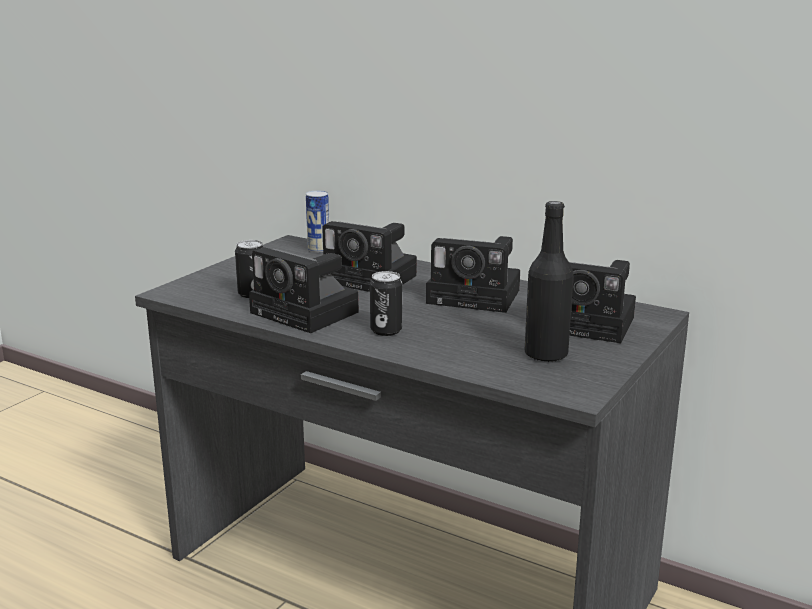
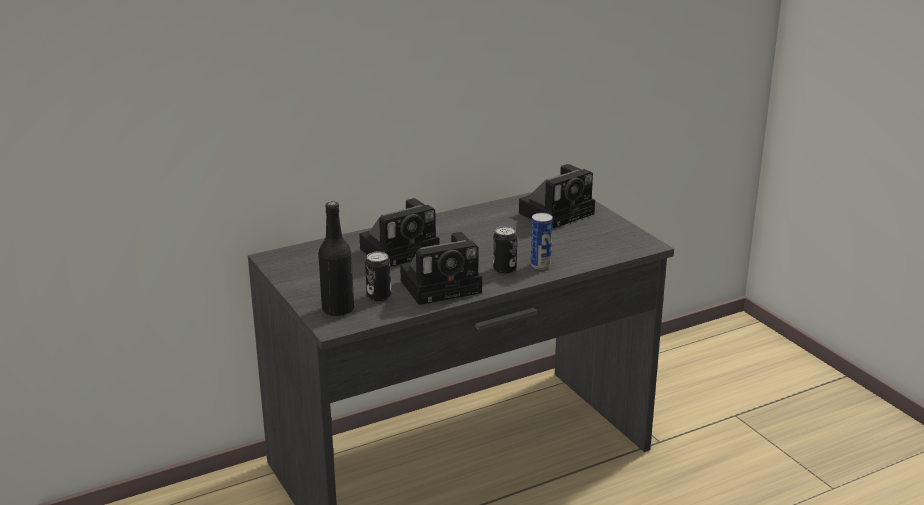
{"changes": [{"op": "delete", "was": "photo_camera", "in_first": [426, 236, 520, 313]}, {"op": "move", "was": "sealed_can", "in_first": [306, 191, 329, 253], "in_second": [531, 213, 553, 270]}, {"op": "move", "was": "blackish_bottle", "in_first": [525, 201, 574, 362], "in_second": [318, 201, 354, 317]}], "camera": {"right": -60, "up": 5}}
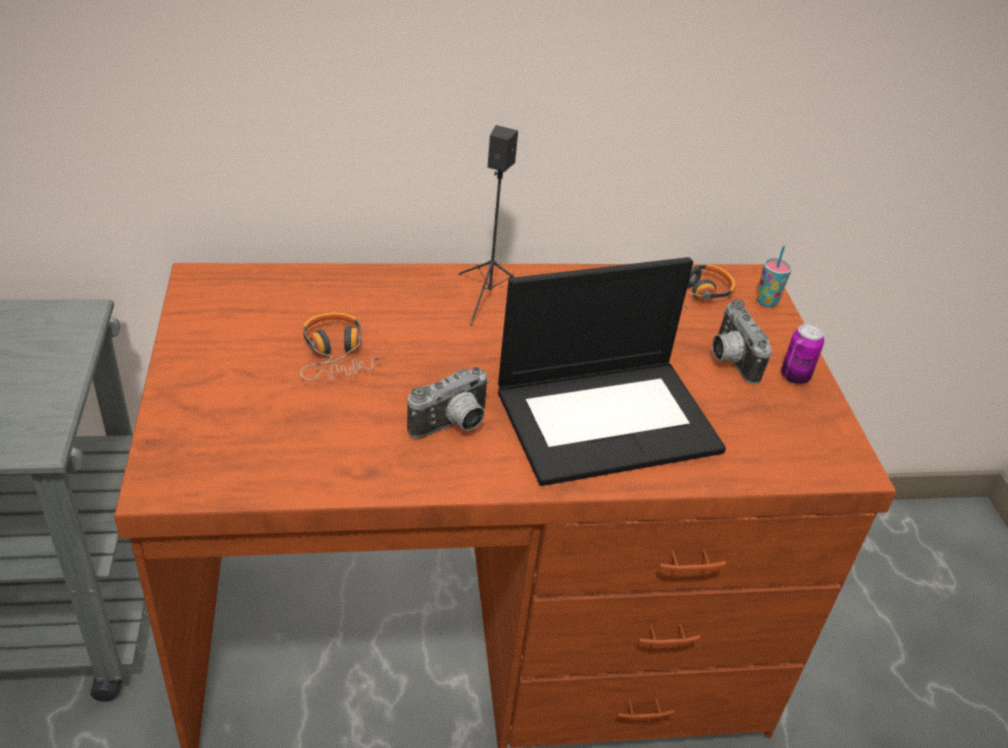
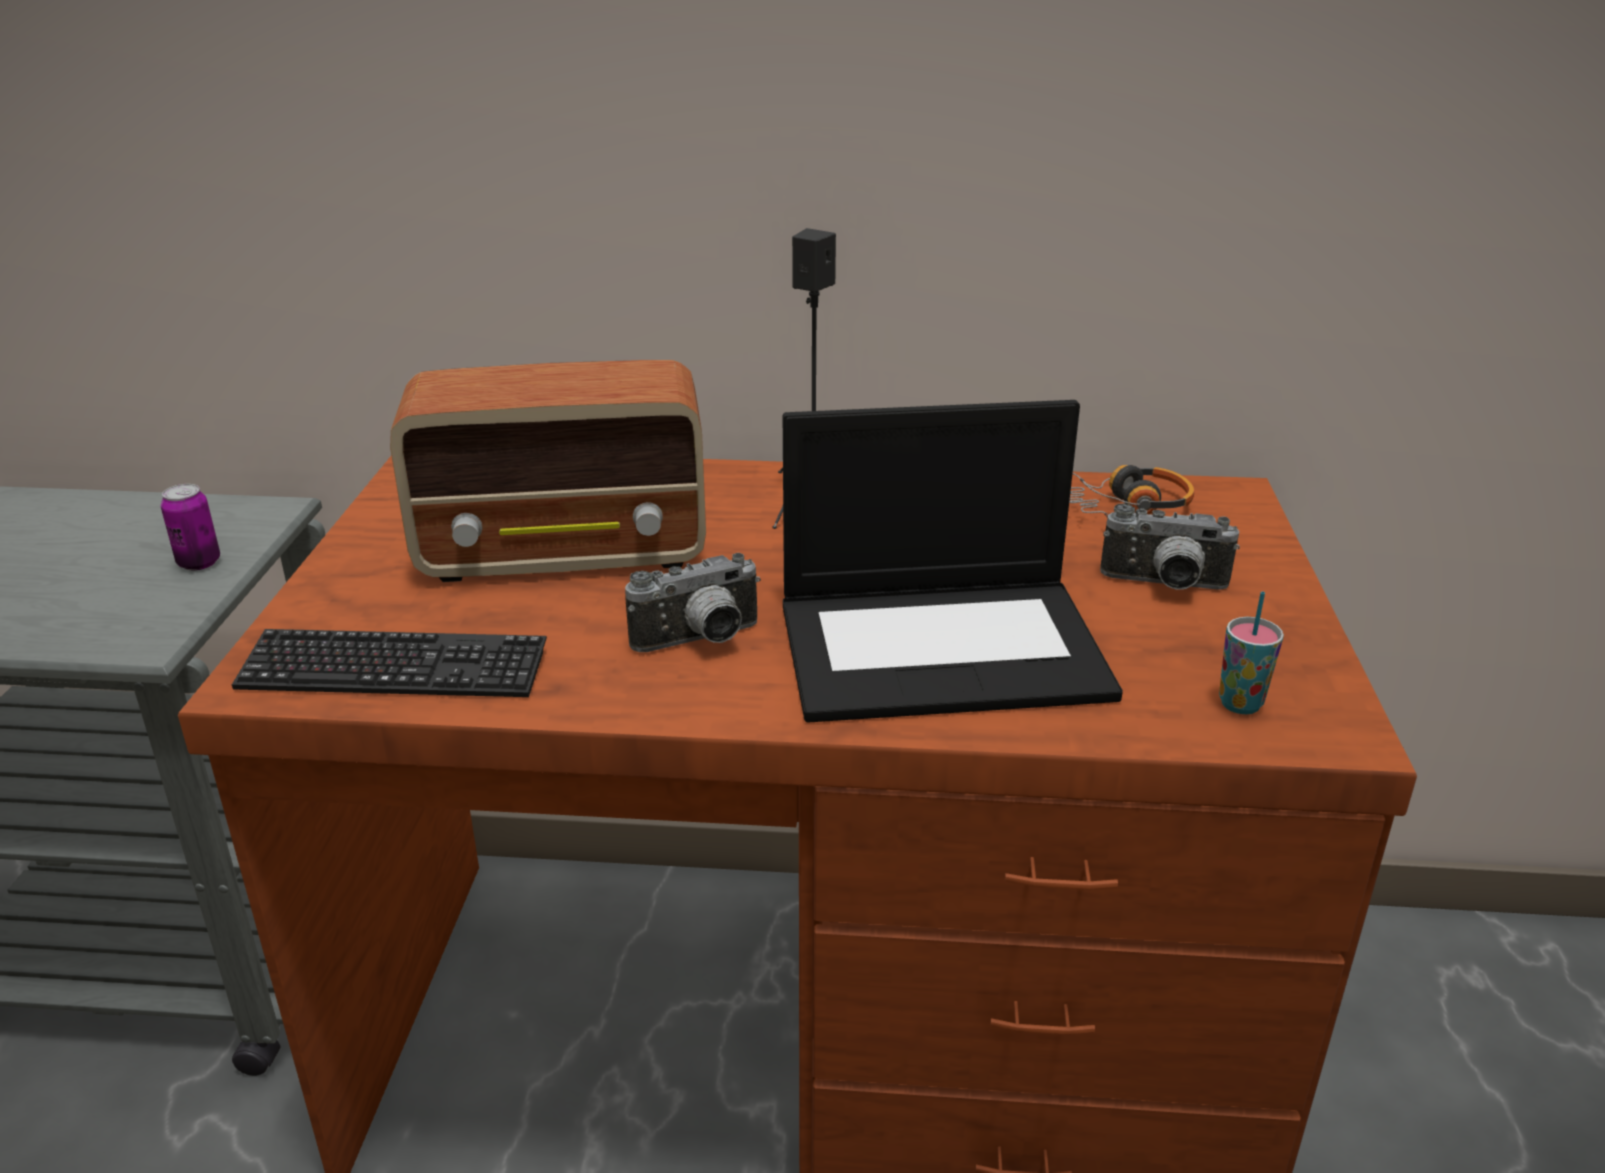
{"changes": [{"op": "insert", "now": "PC_keyboard", "in_second": [232, 629, 547, 697]}, {"op": "move", "was": "drinking_cup", "in_first": [757, 246, 792, 307], "in_second": [1219, 592, 1284, 714]}, {"op": "move", "was": "sealed_can", "in_first": [781, 324, 824, 384], "in_second": [161, 484, 220, 570]}, {"op": "replace", "was": "pair_of_headphones", "now": "radio_receiver", "in_first": [300, 312, 385, 380], "in_second": [390, 360, 706, 582]}, {"op": "rotate", "was": "photo_camera", "in_first": [712, 299, 772, 384], "in_second": [1100, 504, 1240, 590], "clockwise": -75}], "camera": {"right": 15, "up": -10}}
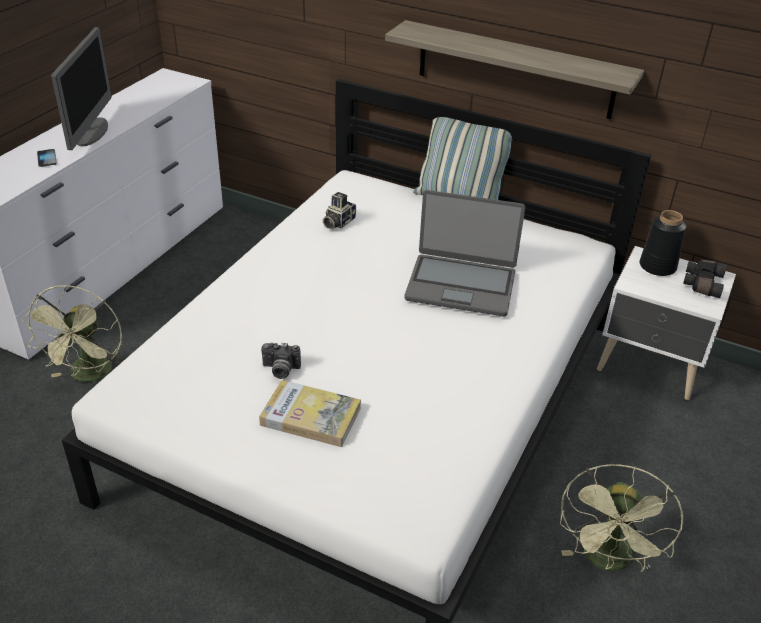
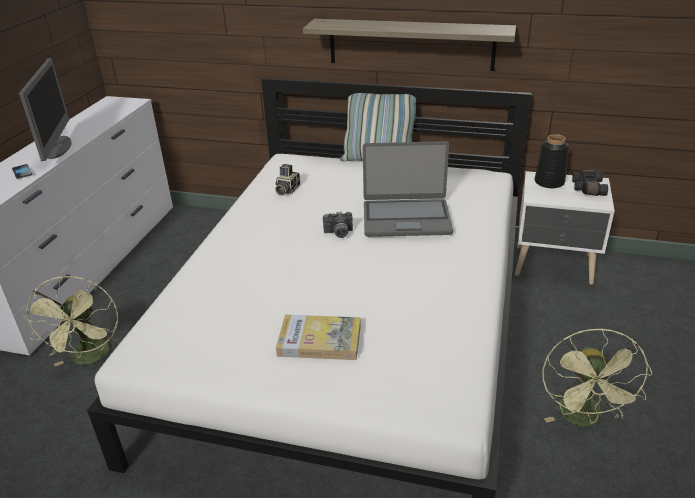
{"changes": [{"op": "move", "was": "photo_camera", "in_first": [261, 343, 301, 379], "in_second": [323, 212, 353, 238]}], "camera": {"right": -10, "up": -5}}
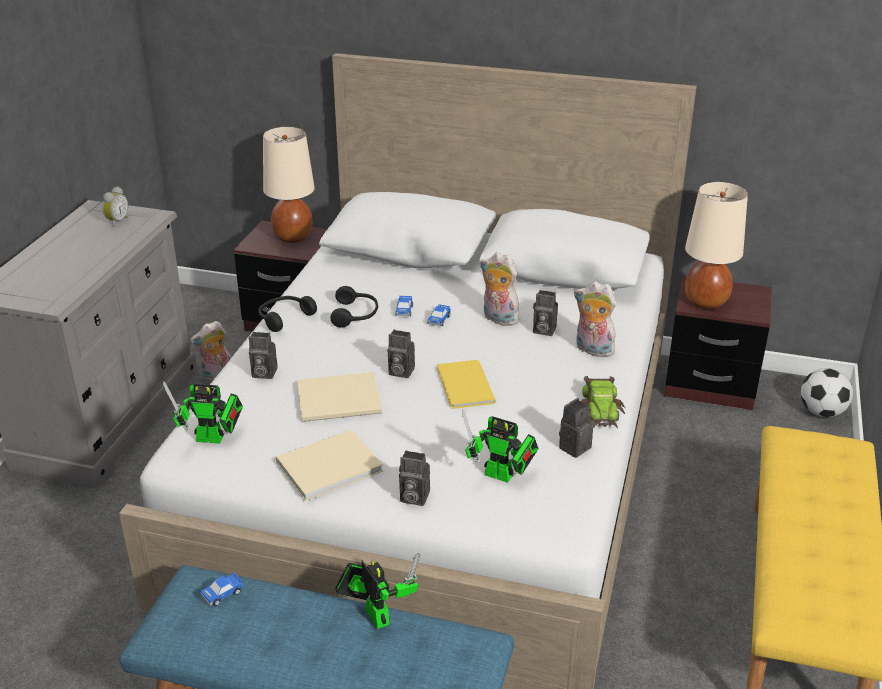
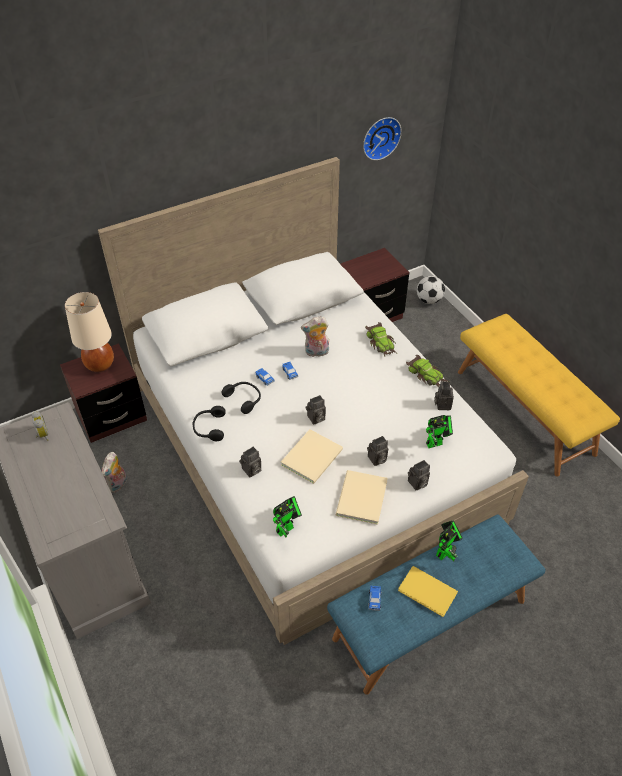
{"changes": [{"op": "delete", "was": "sand-coloured_tabletop_lamp", "in_first": [685, 182, 748, 309]}, {"op": "insert", "now": "wall_clock", "in_second": [363, 117, 402, 160]}, {"op": "move", "was": "yellow-coloured_volume", "in_first": [437, 360, 496, 409], "in_second": [398, 566, 458, 617]}, {"op": "move", "was": "photo_camera", "in_first": [533, 290, 558, 336], "in_second": [367, 436, 388, 466]}, {"op": "replace", "was": "cuddly_toy", "now": "model_car", "in_first": [574, 281, 616, 357], "in_second": [365, 322, 397, 356]}, {"op": "rotate", "was": "robot_figure", "in_first": [335, 553, 420, 629], "in_second": [436, 520, 463, 561], "clockwise": 120}], "camera": {"right": -45, "up": 15}}
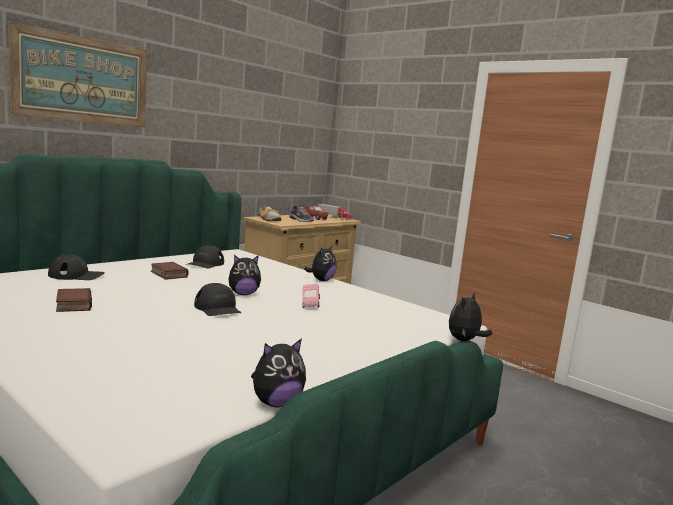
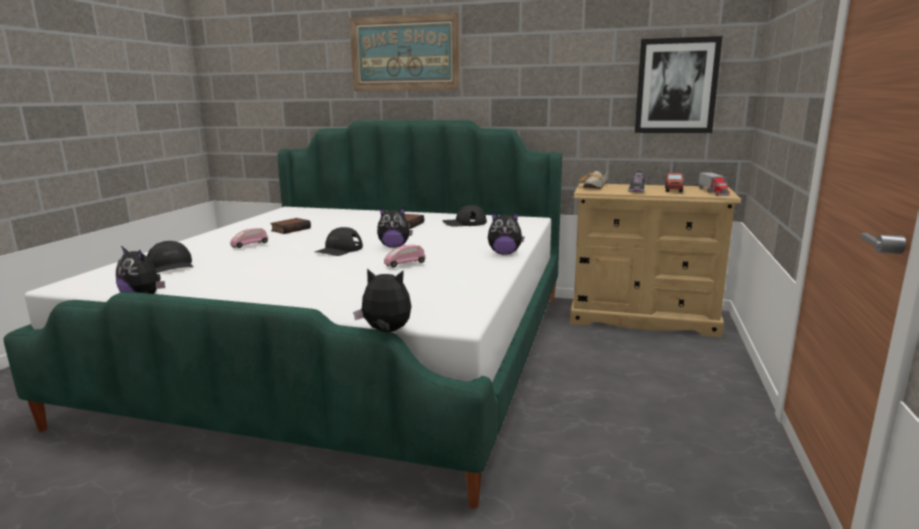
{"changes": [{"op": "insert", "now": "pinkish_model_car", "in_second": [230, 228, 268, 248]}, {"op": "insert", "now": "wall_picture", "in_second": [635, 36, 722, 133]}, {"op": "move", "was": "blackish_baseball_cap", "in_first": [48, 254, 105, 280], "in_second": [147, 241, 193, 273]}, {"op": "rotate", "was": "cuddly_toy", "in_first": [228, 255, 261, 295], "in_second": [377, 207, 413, 248], "clockwise": -45}], "camera": {"right": 65, "up": 5}}
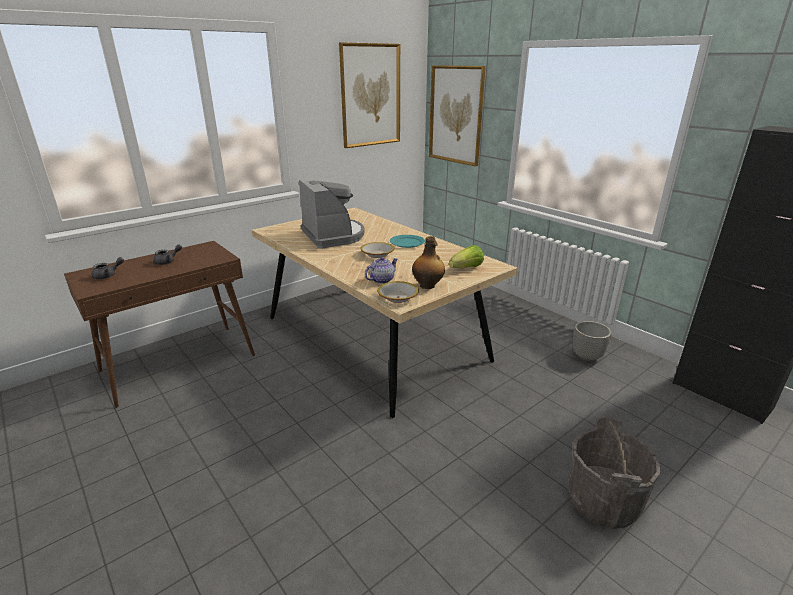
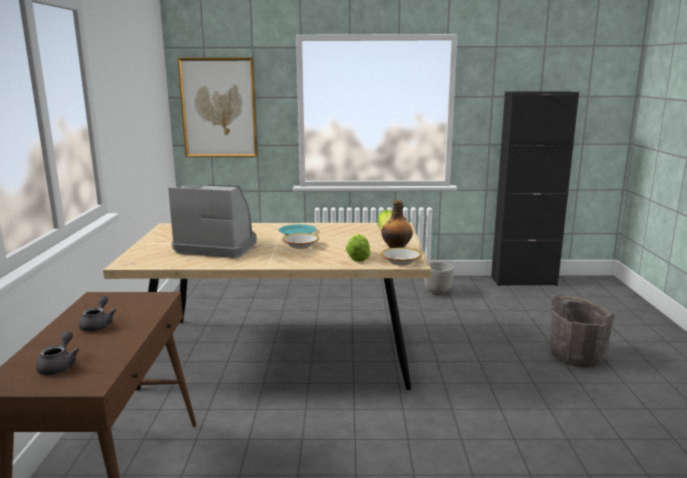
{"changes": [{"op": "delete", "was": "wall_picture", "in_first": [339, 42, 400, 148]}, {"op": "replace", "was": "teapot", "now": "lettuce", "in_first": [365, 257, 398, 284], "in_second": [346, 234, 370, 262]}], "camera": {"right": -50, "up": -10}}
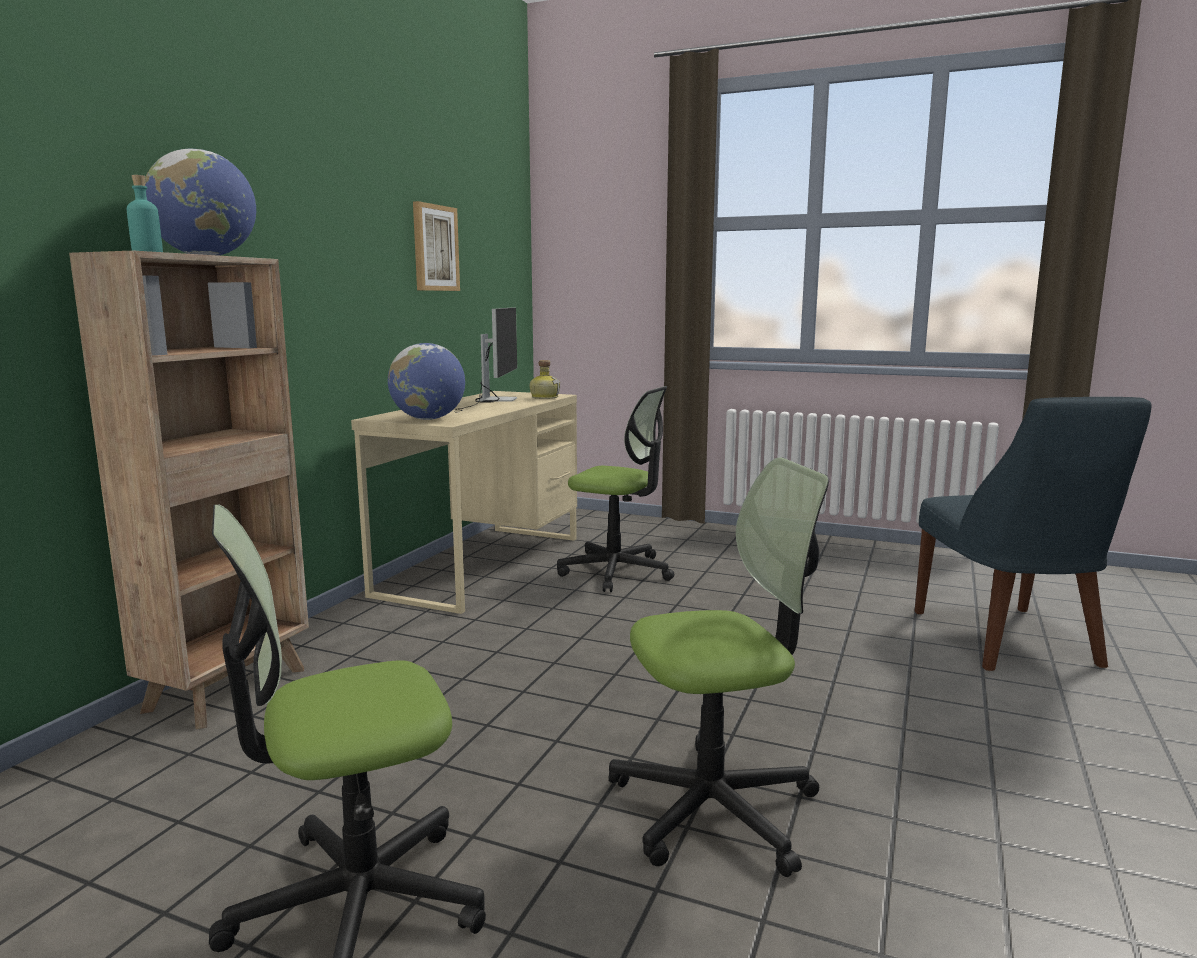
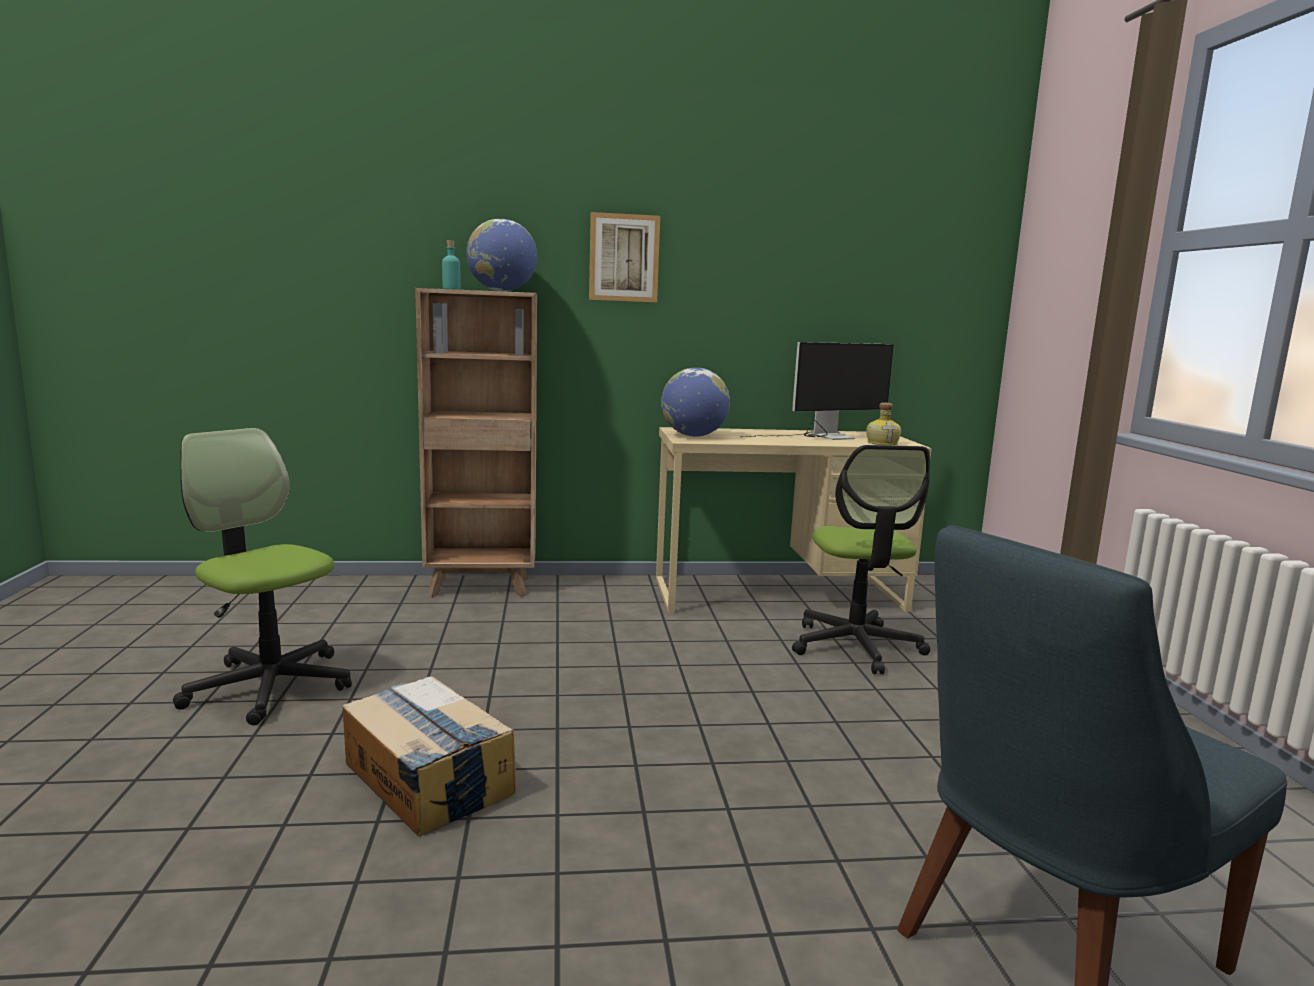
{"changes": [{"op": "move", "was": "wall_picture", "in_first": [413, 201, 460, 291], "in_second": [589, 212, 660, 302]}, {"op": "replace", "was": "desk_chair", "now": "cardboard_box", "in_first": [609, 457, 829, 877], "in_second": [343, 676, 516, 837]}], "camera": {"right": 60, "up": 0}}
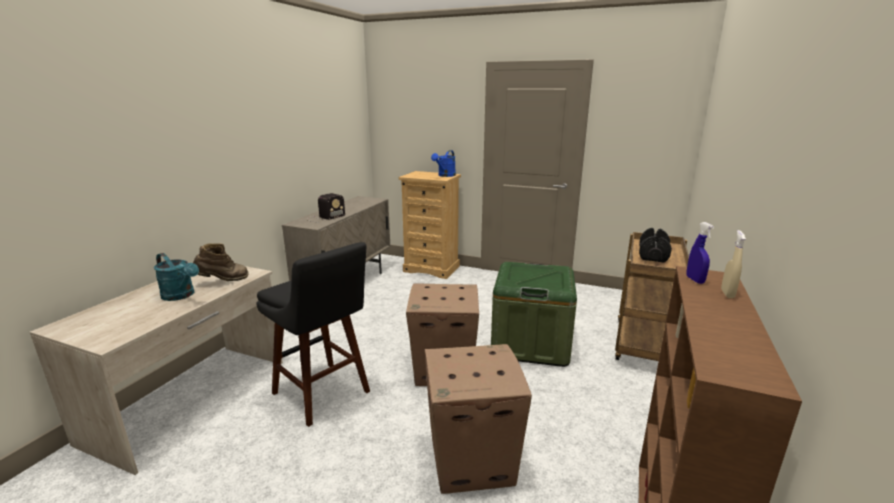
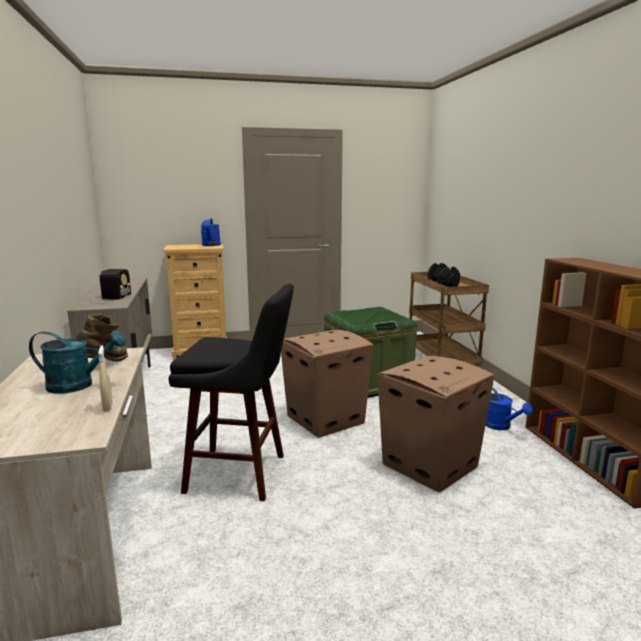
{"changes": [{"op": "delete", "was": "blue_spray_bottle", "in_first": [687, 222, 714, 284]}, {"op": "insert", "now": "blue_watering_can", "in_second": [485, 387, 533, 430]}, {"op": "move", "was": "sand-coloured_spray_bottle", "in_first": [721, 230, 746, 298], "in_second": [98, 345, 113, 412]}], "camera": {"right": -35, "up": -5}}
